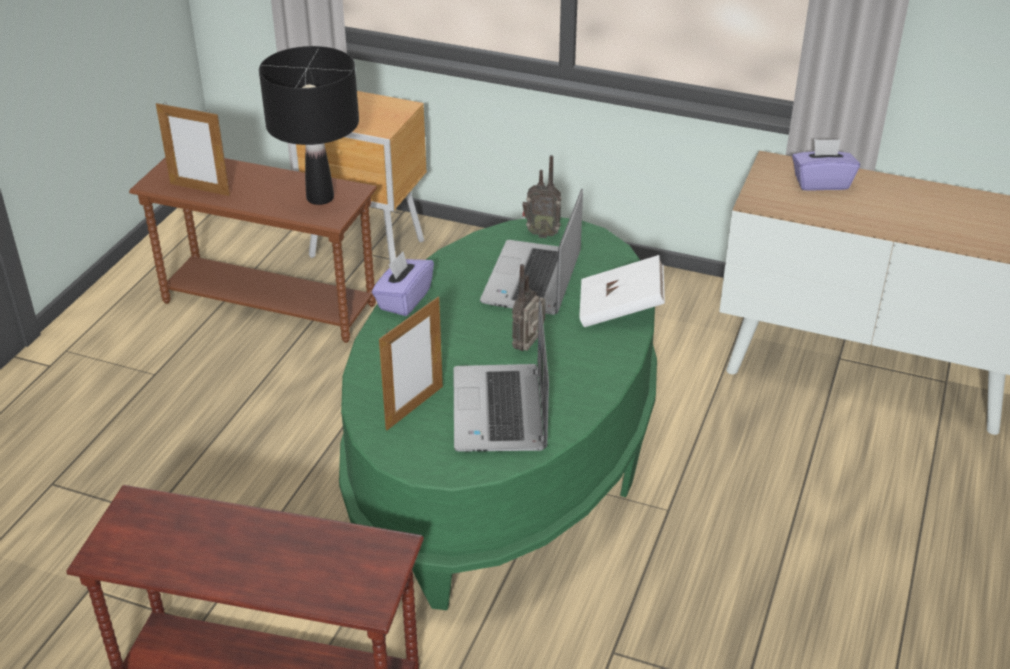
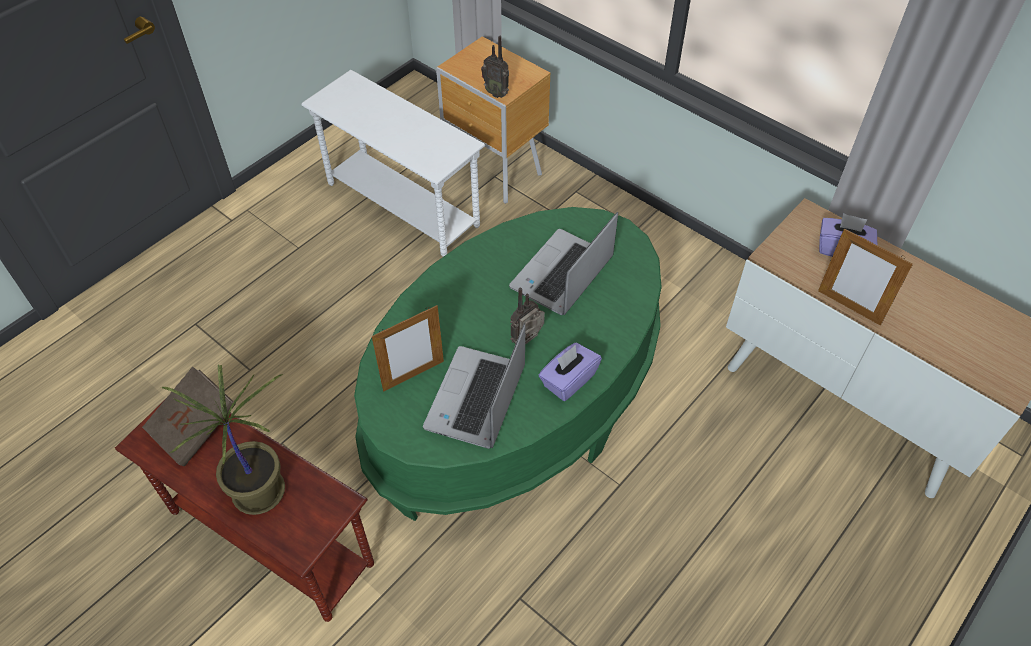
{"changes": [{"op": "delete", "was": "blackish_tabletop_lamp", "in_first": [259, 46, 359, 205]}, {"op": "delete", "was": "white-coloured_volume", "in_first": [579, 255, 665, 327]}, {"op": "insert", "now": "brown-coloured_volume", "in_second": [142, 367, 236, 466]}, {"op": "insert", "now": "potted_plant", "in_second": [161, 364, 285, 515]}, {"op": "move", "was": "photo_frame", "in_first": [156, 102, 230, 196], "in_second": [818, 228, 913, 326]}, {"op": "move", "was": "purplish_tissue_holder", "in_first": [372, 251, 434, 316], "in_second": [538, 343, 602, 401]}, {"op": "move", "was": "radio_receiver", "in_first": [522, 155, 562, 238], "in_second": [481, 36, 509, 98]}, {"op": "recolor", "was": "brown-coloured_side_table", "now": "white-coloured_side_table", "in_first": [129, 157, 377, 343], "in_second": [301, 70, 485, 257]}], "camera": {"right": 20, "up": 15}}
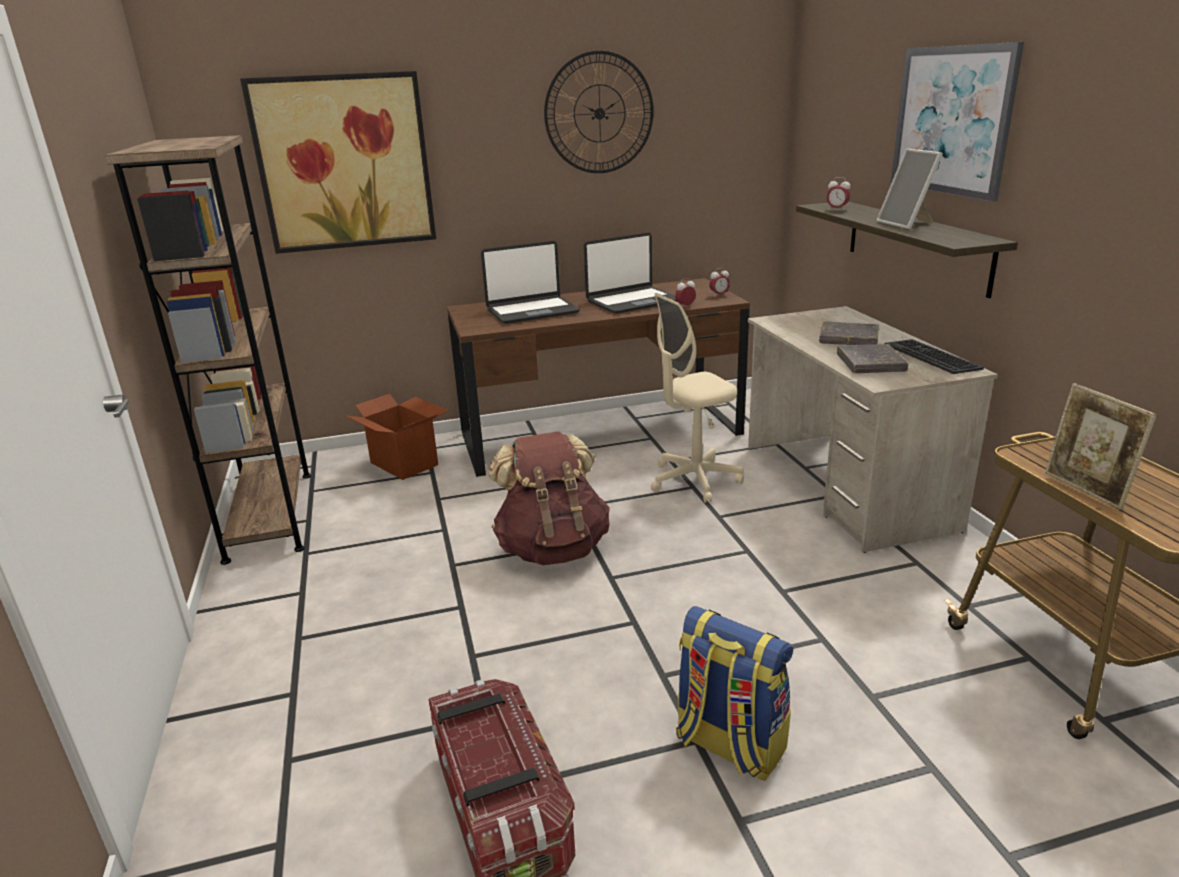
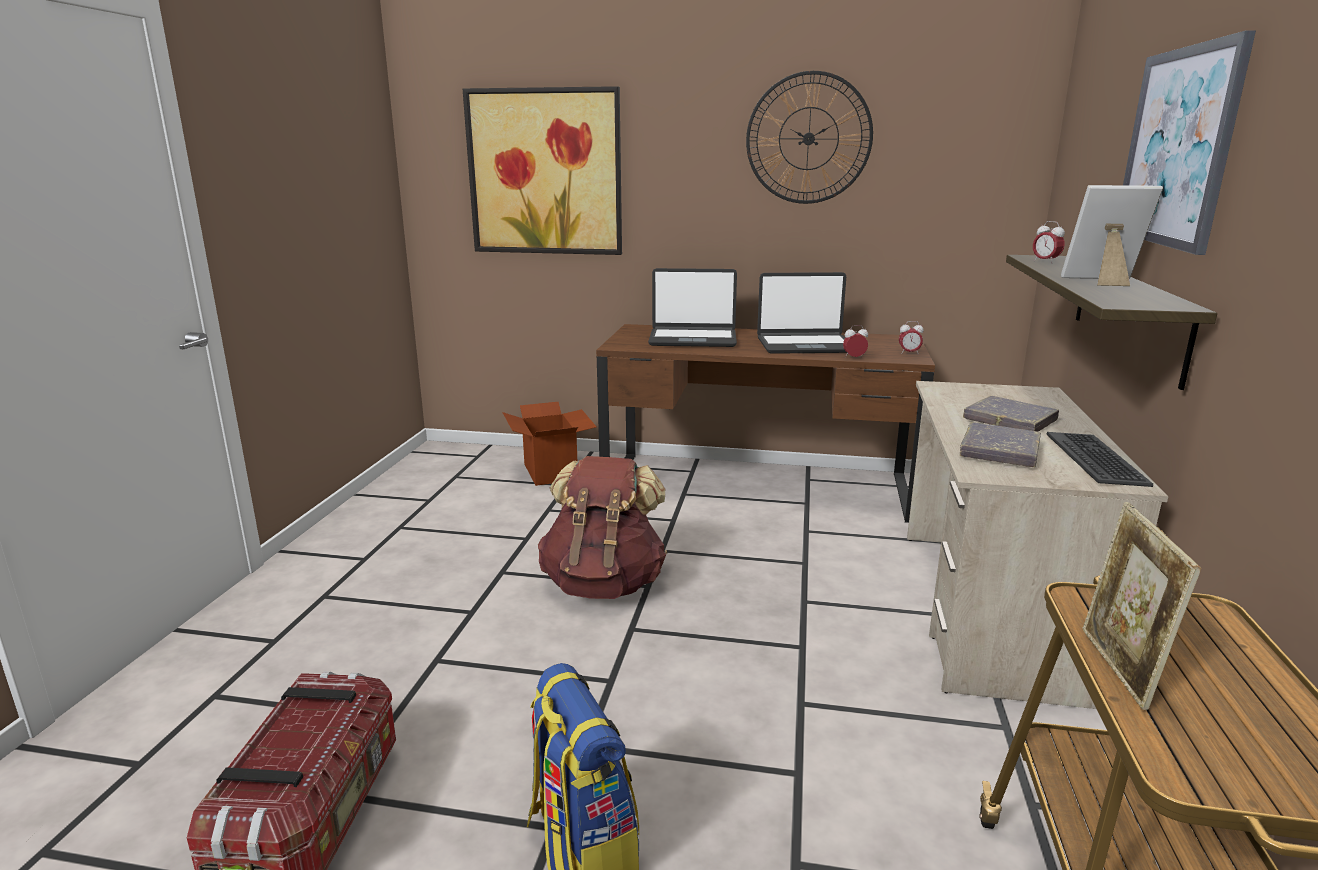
{"changes": [{"op": "delete", "was": "brown-coloured_bookcase", "in_first": [105, 135, 311, 565]}, {"op": "delete", "was": "sand-coloured_desk_chair", "in_first": [651, 293, 744, 503]}, {"op": "rotate", "was": "photo_frame", "in_first": [877, 148, 943, 229], "in_second": [1061, 185, 1163, 286], "clockwise": 90}], "camera": {"right": 25, "up": -5}}
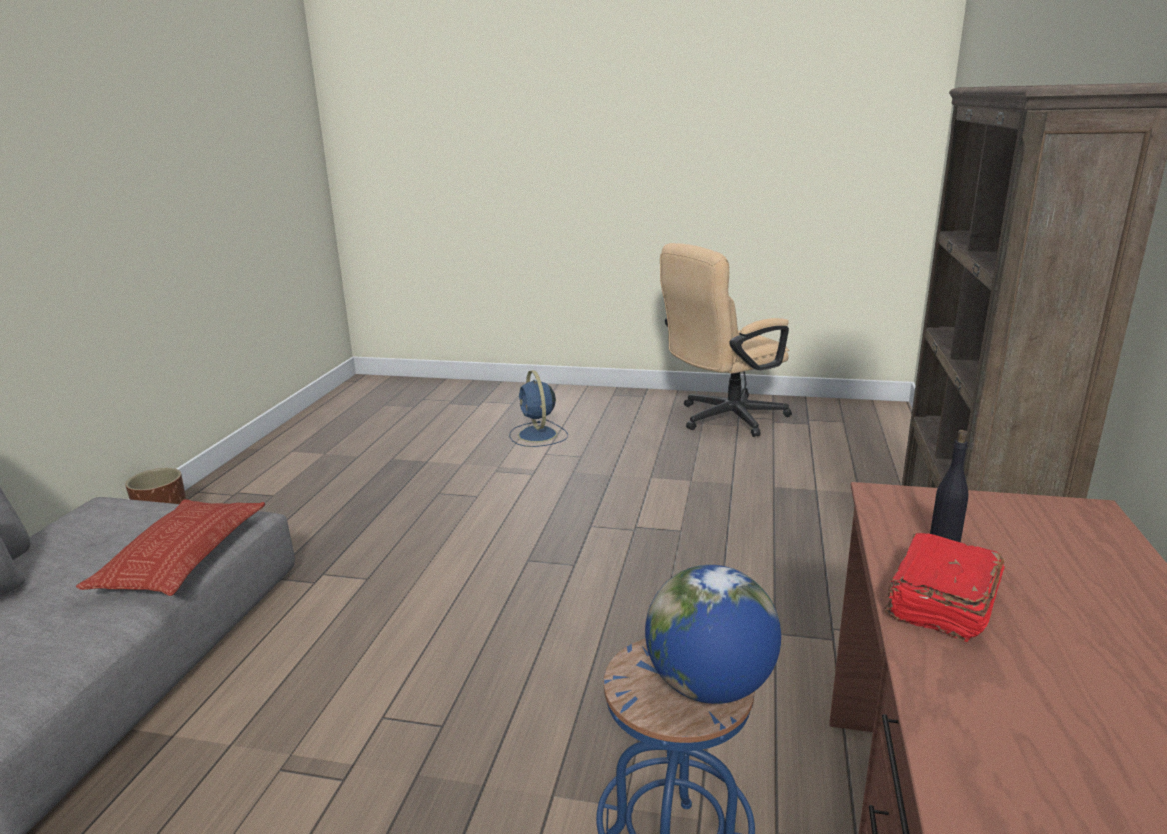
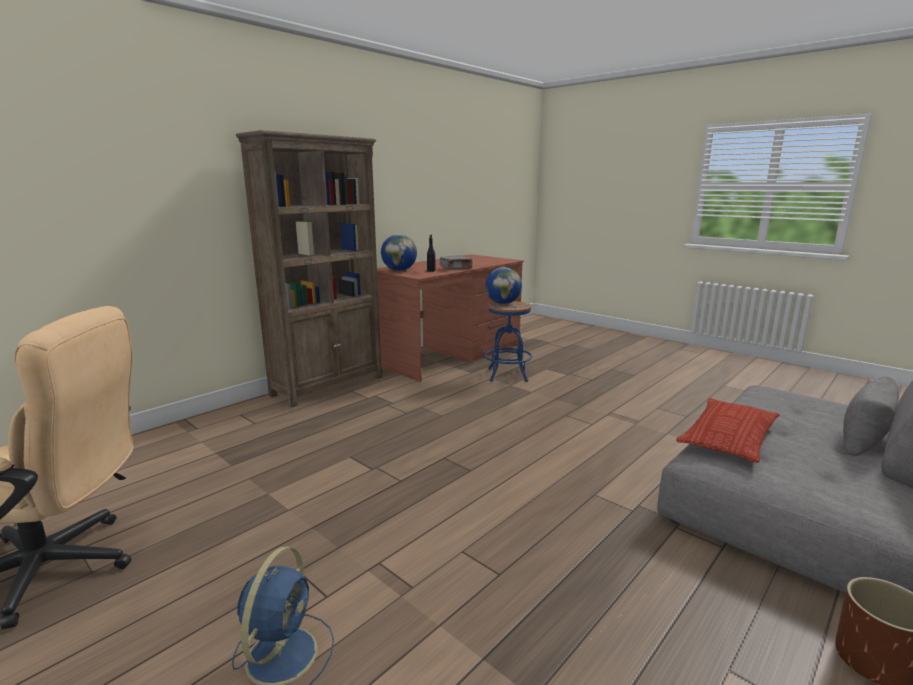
{"changes": [{"op": "insert", "now": "world_globe", "in_second": [381, 234, 417, 271]}, {"op": "recolor", "was": "reddish_volume", "now": "gray_volume", "in_first": [885, 533, 1005, 642], "in_second": [440, 255, 473, 269]}], "camera": {"right": -150, "up": -5}}
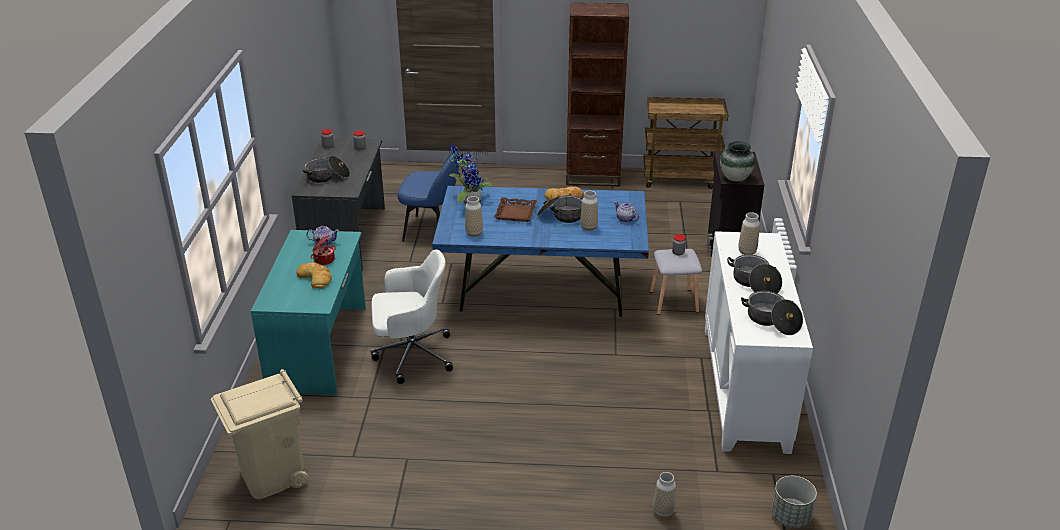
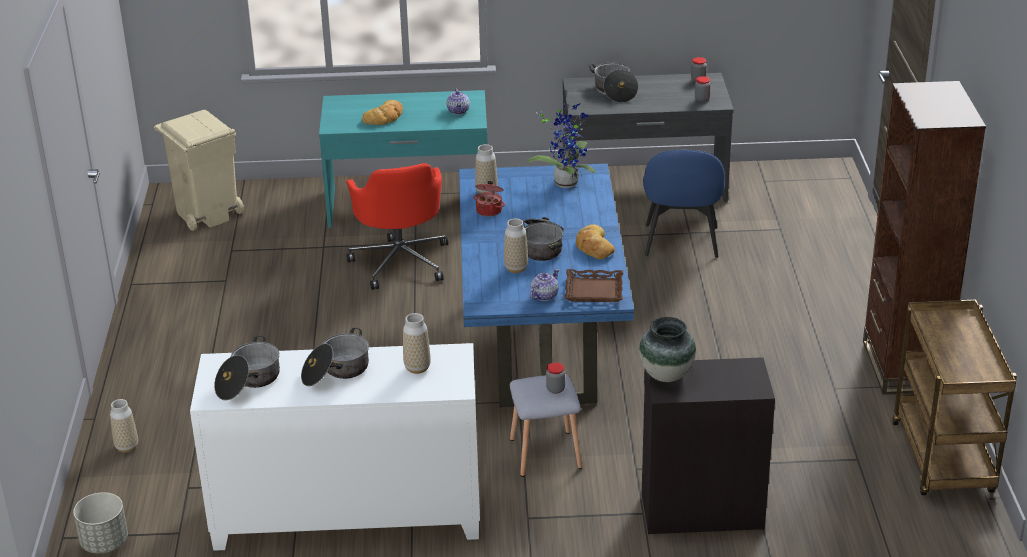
{"changes": [{"op": "move", "was": "cooking_pot", "in_first": [311, 235, 336, 265], "in_second": [473, 181, 505, 217]}, {"op": "move", "was": "brown-coloured_tray", "in_first": [494, 197, 537, 222], "in_second": [564, 269, 623, 302]}, {"op": "recolor", "was": "white-coloured_desk_chair", "now": "reddish_desk_chair", "in_first": [370, 249, 453, 384], "in_second": [346, 163, 448, 290]}], "camera": {"right": 85, "up": 0}}
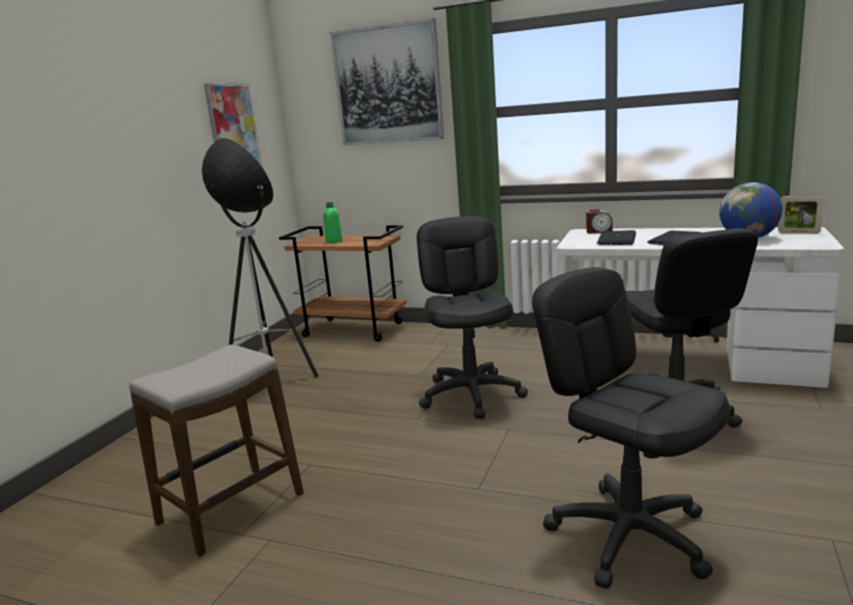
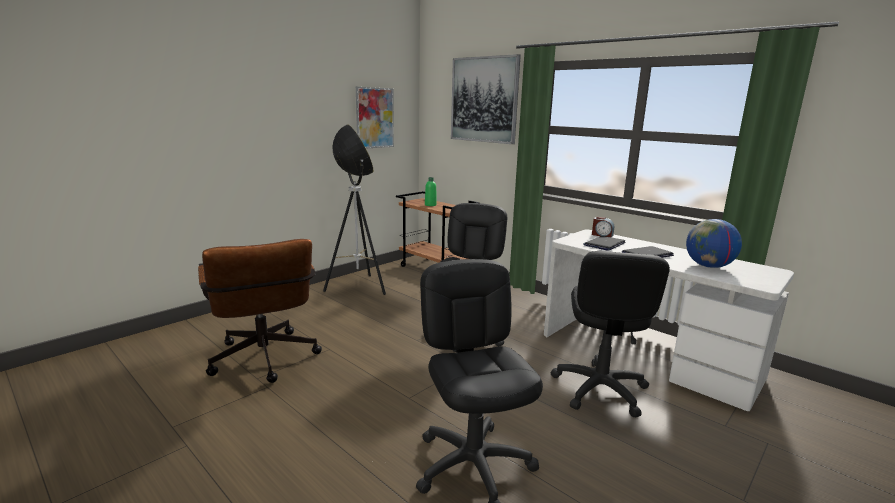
{"changes": [{"op": "delete", "was": "photo_frame", "in_first": [778, 196, 824, 234]}, {"op": "replace", "was": "stool", "now": "brown-coloured_desk_chair", "in_first": [129, 344, 304, 557], "in_second": [198, 239, 322, 383]}], "camera": {"right": 20, "up": 0}}
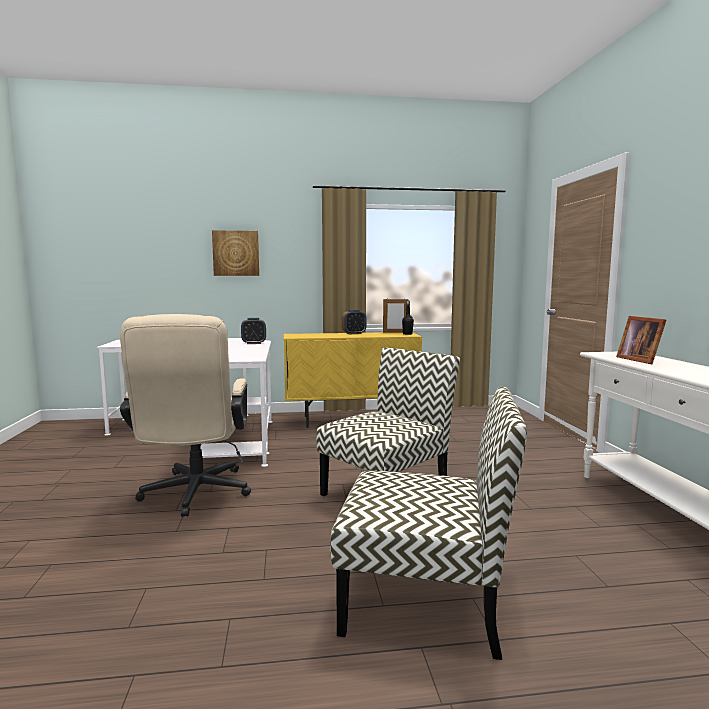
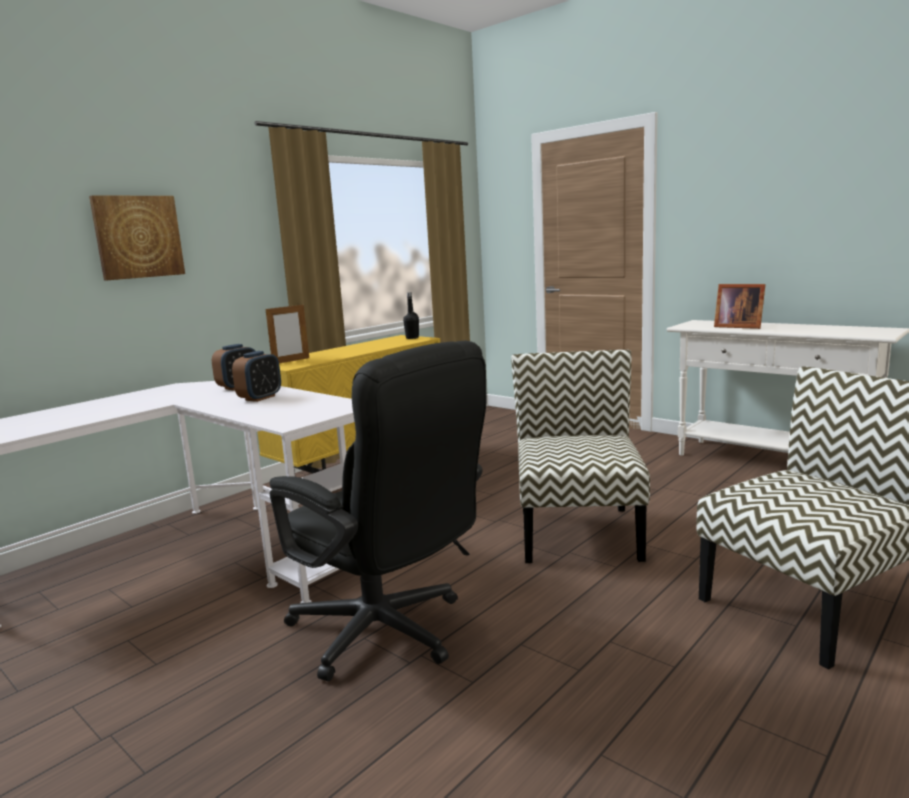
{"changes": [{"op": "move", "was": "alarm_clock", "in_first": [342, 310, 366, 334], "in_second": [232, 351, 281, 402]}, {"op": "move", "was": "photo_frame", "in_first": [383, 299, 409, 333], "in_second": [265, 303, 309, 363]}, {"op": "recolor", "was": "sand-coloured_desk_chair", "now": "blackish_desk_chair", "in_first": [120, 314, 251, 517], "in_second": [270, 341, 486, 681]}], "camera": {"right": -40, "up": 5}}
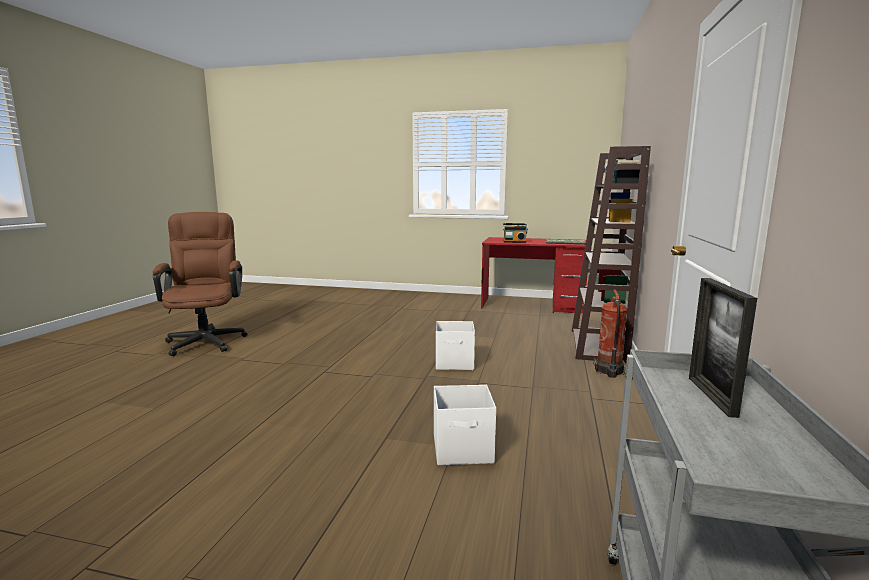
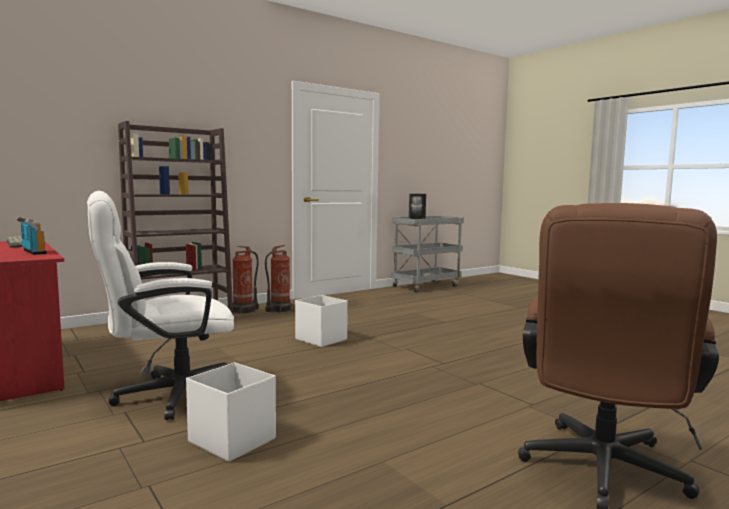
{"changes": [{"op": "insert", "now": "white-coloured_desk_chair", "in_second": [87, 191, 234, 420]}, {"op": "insert", "now": "fire-fighting_cylinder", "in_second": [265, 245, 294, 313]}, {"op": "move", "was": "white-coloured_storage_bin", "in_first": [434, 385, 496, 465], "in_second": [186, 362, 276, 462]}], "camera": {"right": -140, "up": -5}}
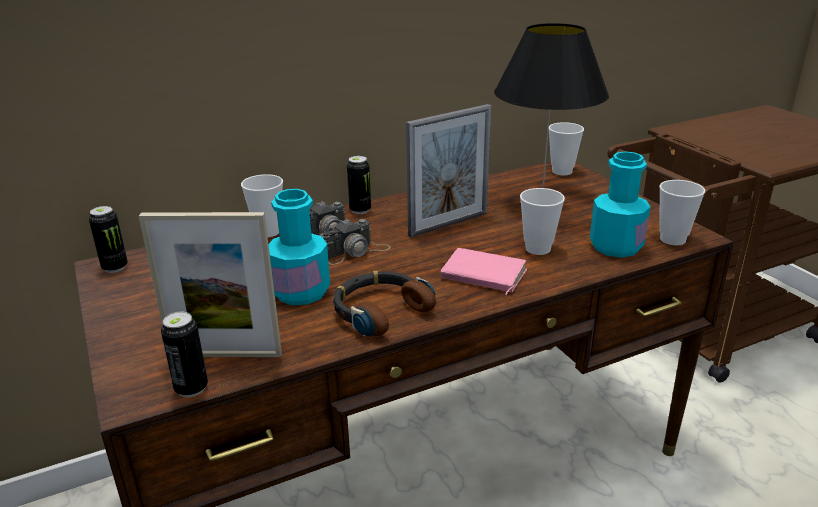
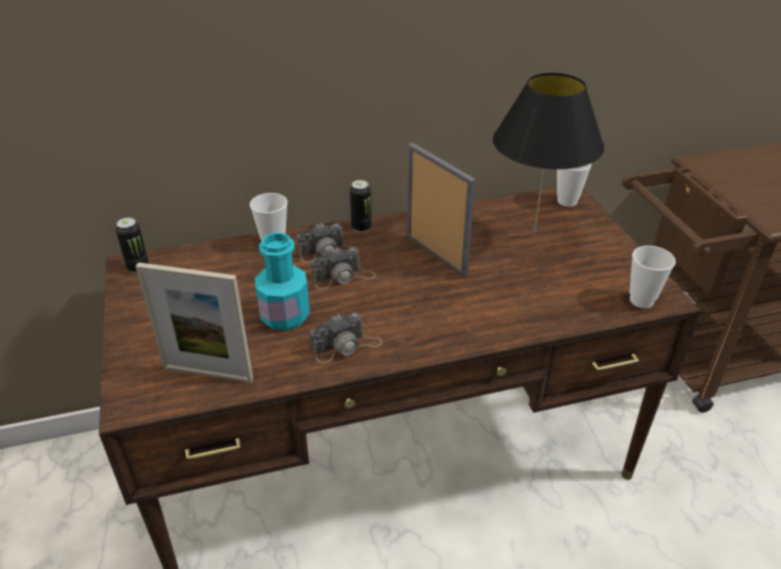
{"changes": [{"op": "delete", "was": "sealed_can", "in_first": [161, 312, 208, 397]}, {"op": "delete", "was": "pinkish_volume", "in_first": [441, 248, 527, 295]}, {"op": "delete", "was": "drinking_cup", "in_first": [520, 188, 565, 255]}, {"op": "delete", "was": "turquoise-coloured_bottle", "in_first": [590, 151, 650, 258]}, {"op": "replace", "was": "pair_of_headphones", "now": "photo_camera", "in_first": [333, 271, 436, 337], "in_second": [310, 313, 382, 363]}, {"op": "rotate", "was": "photo_frame", "in_first": [406, 104, 491, 238], "in_second": [407, 143, 476, 277], "clockwise": -105}], "camera": {"right": 10, "up": 10}}
